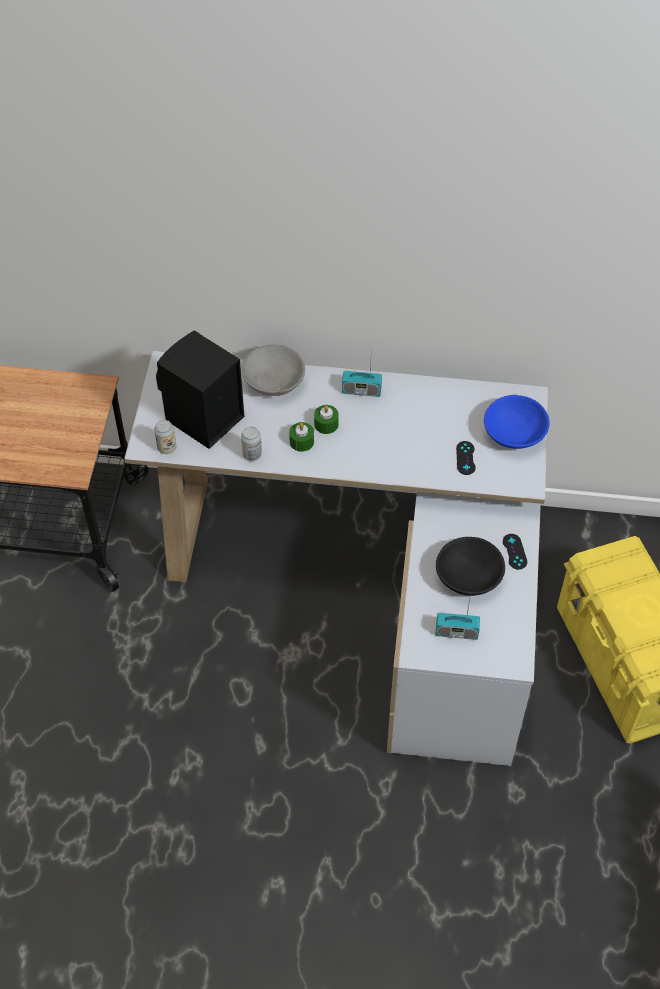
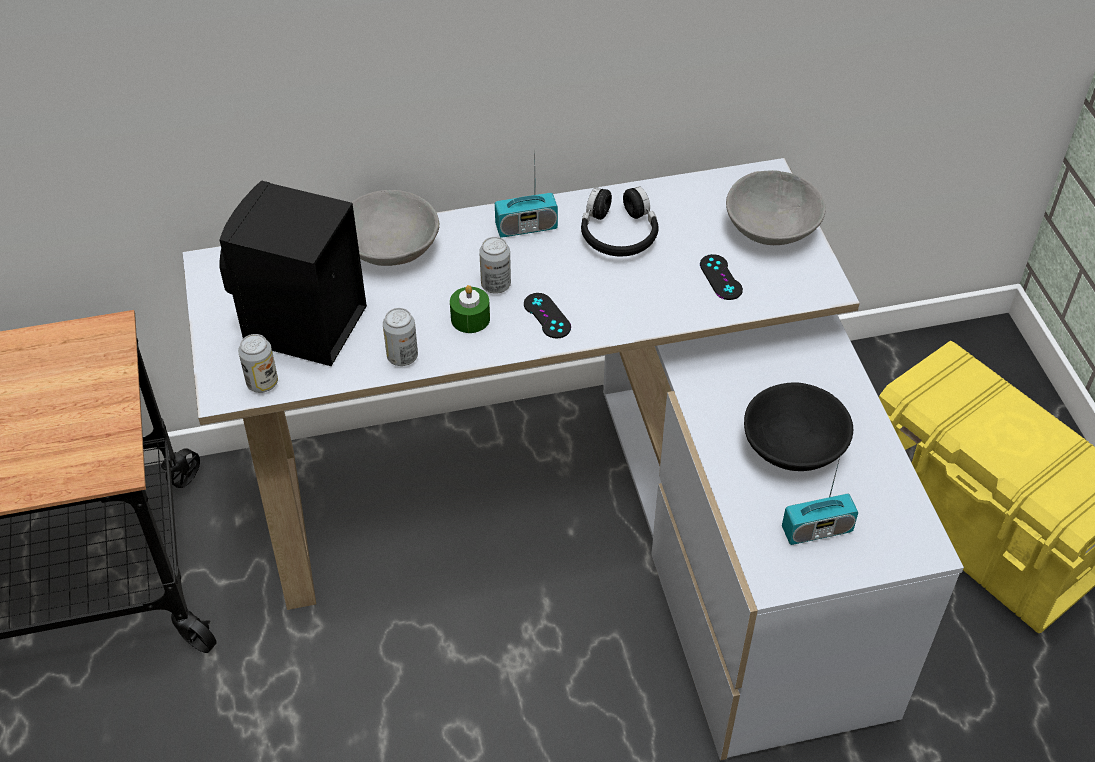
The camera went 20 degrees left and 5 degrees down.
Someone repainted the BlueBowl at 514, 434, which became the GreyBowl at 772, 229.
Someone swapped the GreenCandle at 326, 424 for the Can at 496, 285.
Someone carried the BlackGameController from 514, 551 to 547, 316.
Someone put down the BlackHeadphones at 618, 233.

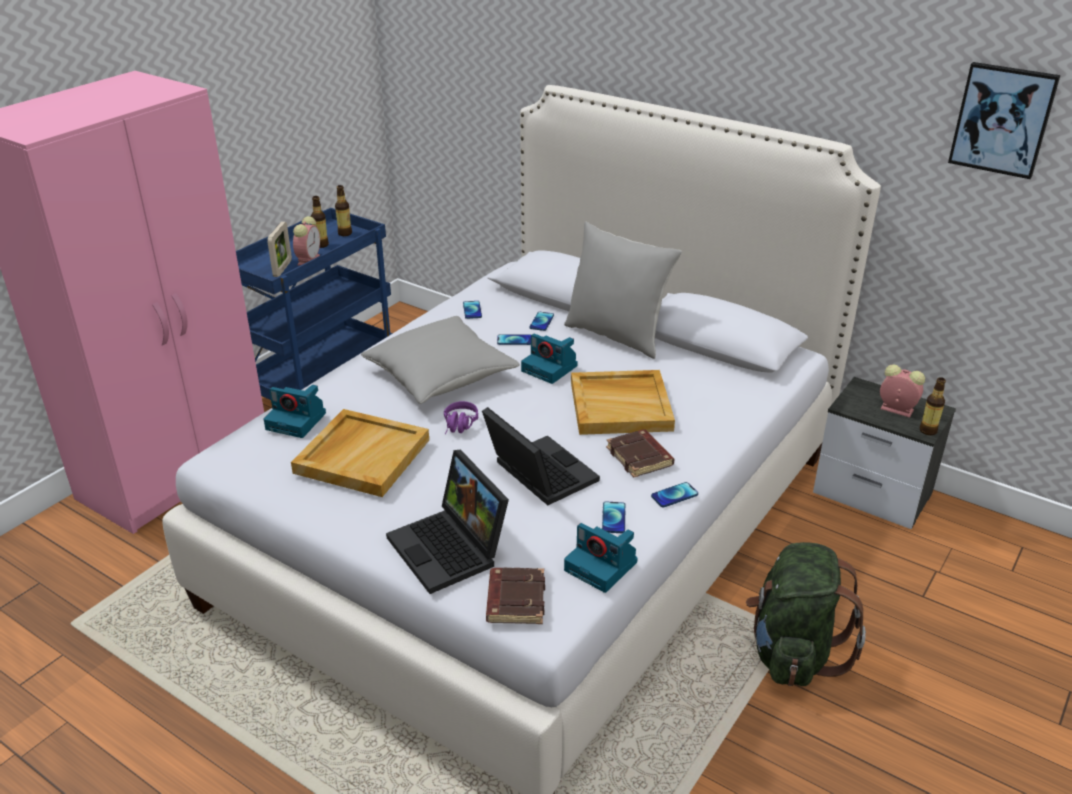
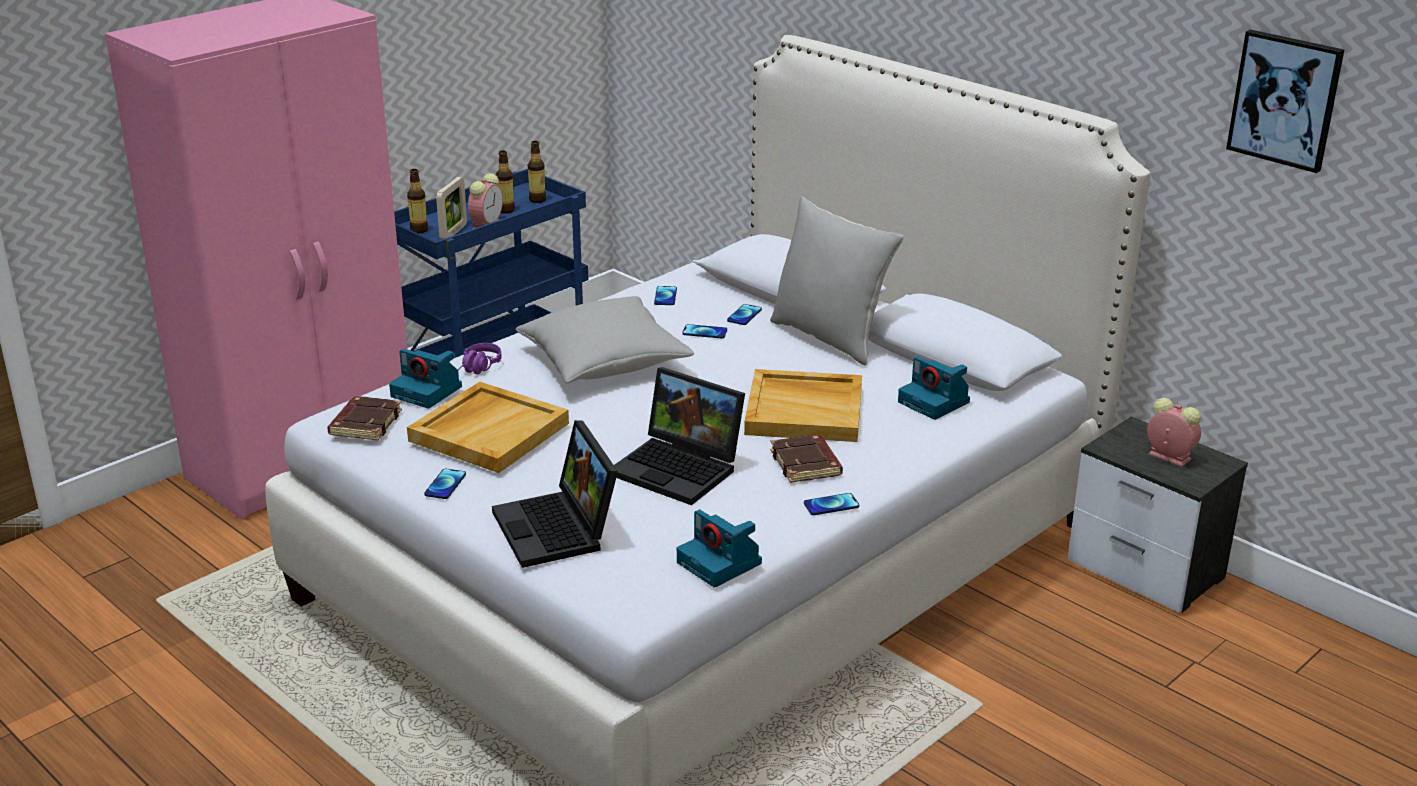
The camera went 10 degrees right and 5 degrees down.
Someone carried the PhotoCamera from 550, 368 to 935, 402.
Someone carried the Bottle from 928, 430 to 419, 230.
Someone carried the PurpleHeadphones from 459, 427 to 478, 368.
Someone rotated the Laptop at 537, 474 by 150 degrees clockwise.
Someone carried the Phone from 613, 518 to 445, 485.
Someone took away the GreenBackpack at 792, 653.
Someone carried the BrownBook from 514, 600 to 365, 423.

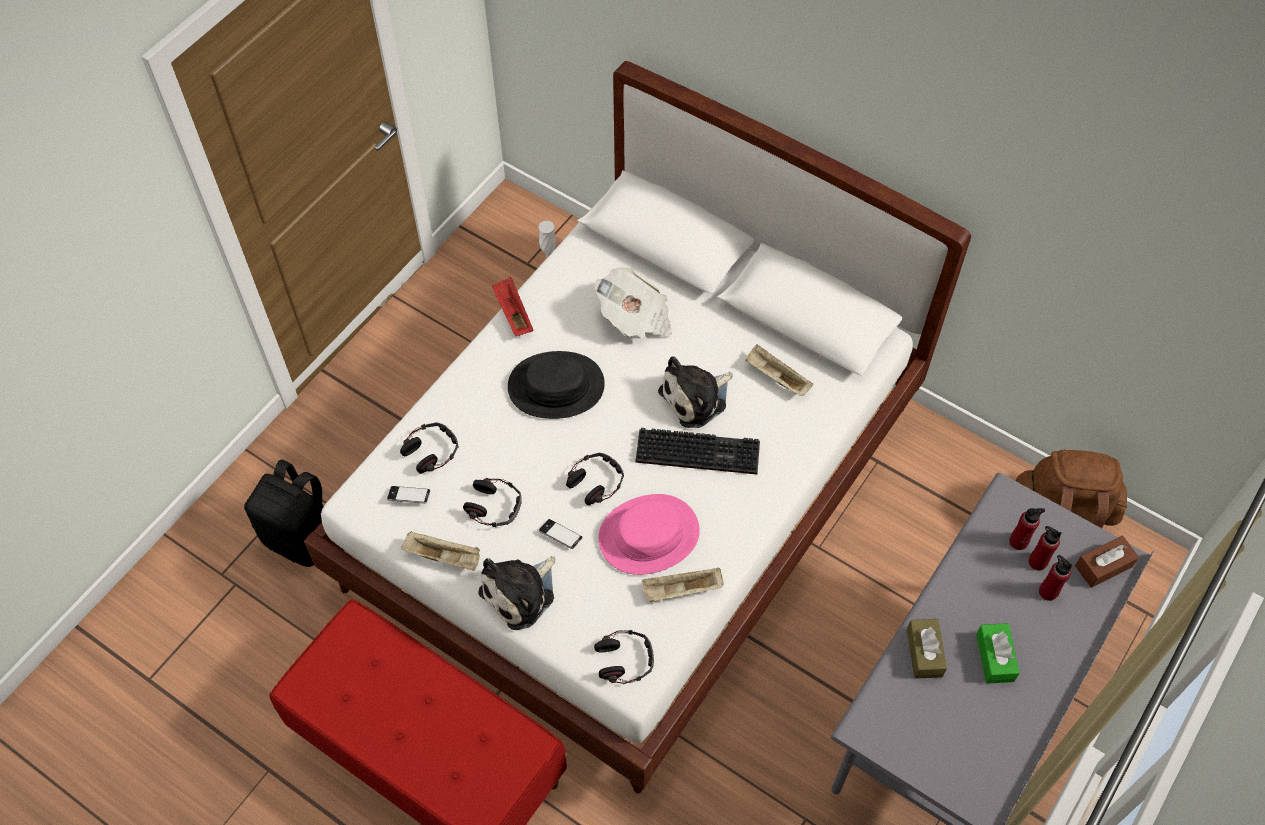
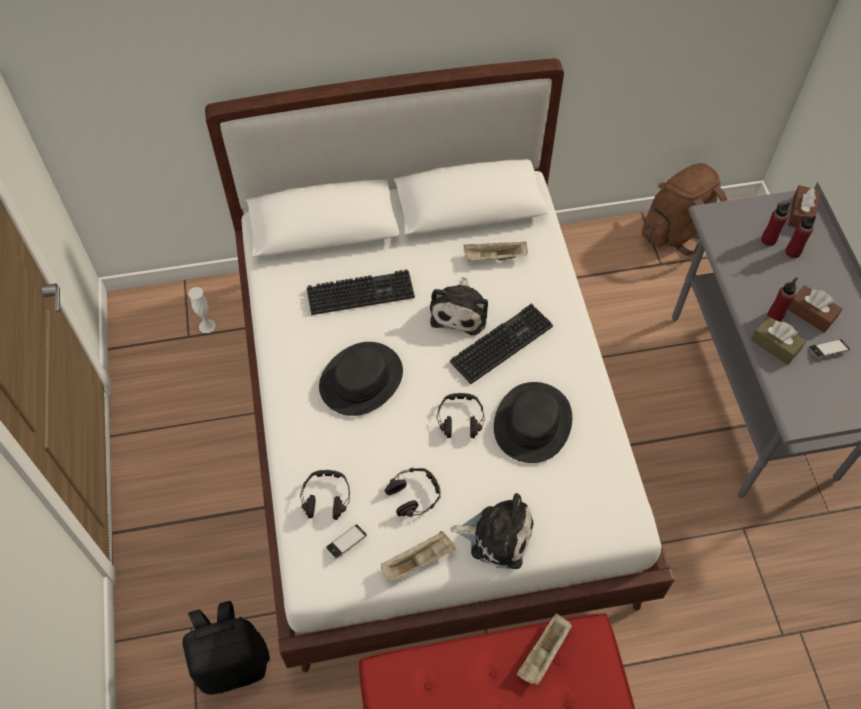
The camera went 45 degrees left and 0 degrees up.
Someone swapped the Newspaper at 635, 318 for the Keyboard at 362, 292.
Someone took away the RedTray at 513, 313.
Someone repainted the PinkHat at 648, 535, which became the BlackHat at 532, 423.
Someone carried the RedBottle from 1018, 541 to 775, 316.
Someone carried the Phone from 560, 535 to 828, 350.
Someone rotated the PlushToy at 521, 593 by 75 degrees counterclockwise.
Someone carried the BeigeTray from 681, 590 to 544, 654.
Someone repainted the GreenTissueBox at 995, 657, which became the BrownTissueBox at 811, 314.
Someone took away the Headphones at 624, 659.

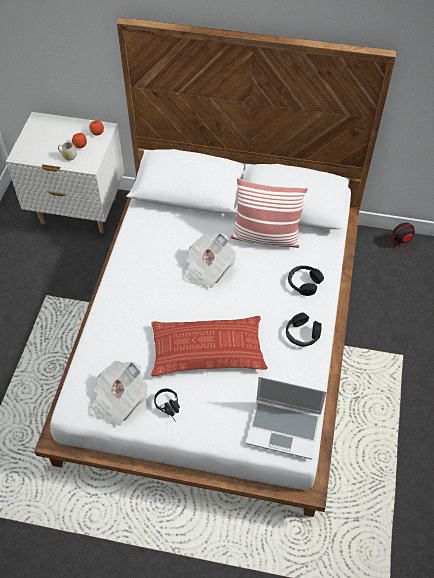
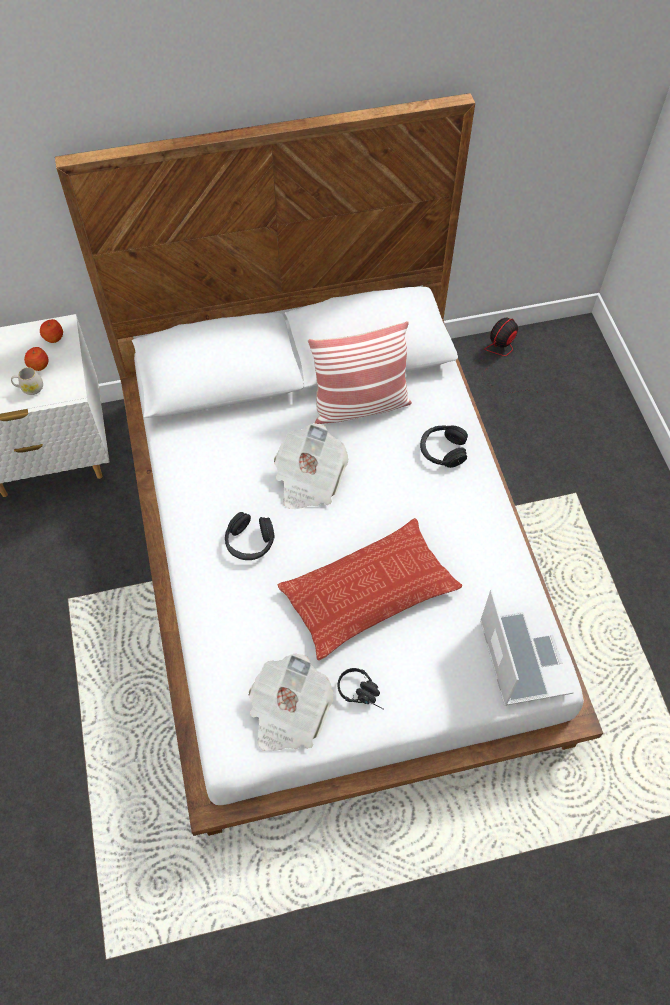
The camera went 25 degrees left and 5 degrees up.
Someone carried the BlackHeadphones from 302, 334 to 249, 542.
Someone rotated the Laptop at 284, 428 by 90 degrees counterclockwise.

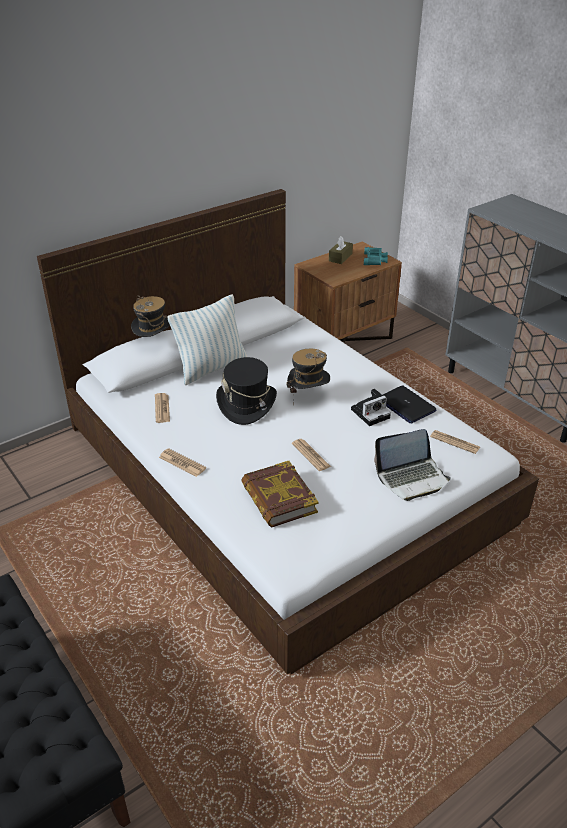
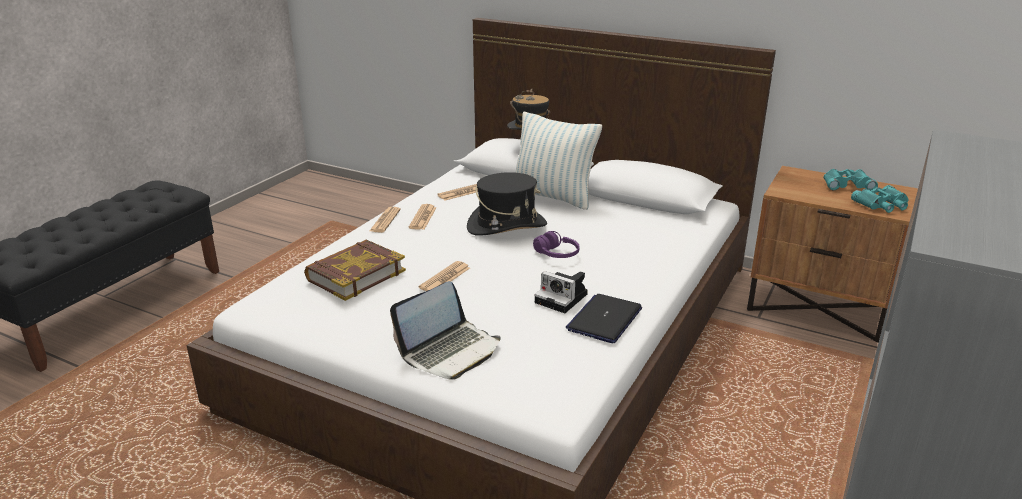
The camera went 65 degrees right and 10 degrees down.
Someone swapped the BrownTissueBox at 340, 257 for the TurquoiseBinoculars at 846, 184.
Someone swapped the Hat at 308, 396 for the PurpleHeadphones at 556, 254.
Someone rotated the Laptop at 412, 478 by 90 degrees counterclockwise.
Someone carried the Newspaper from 455, 442 to 423, 218.

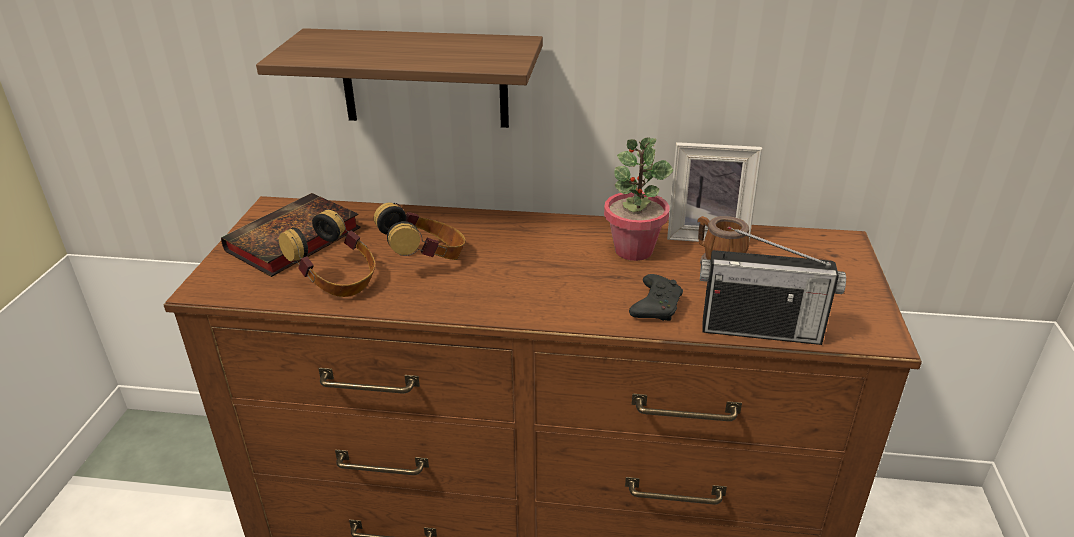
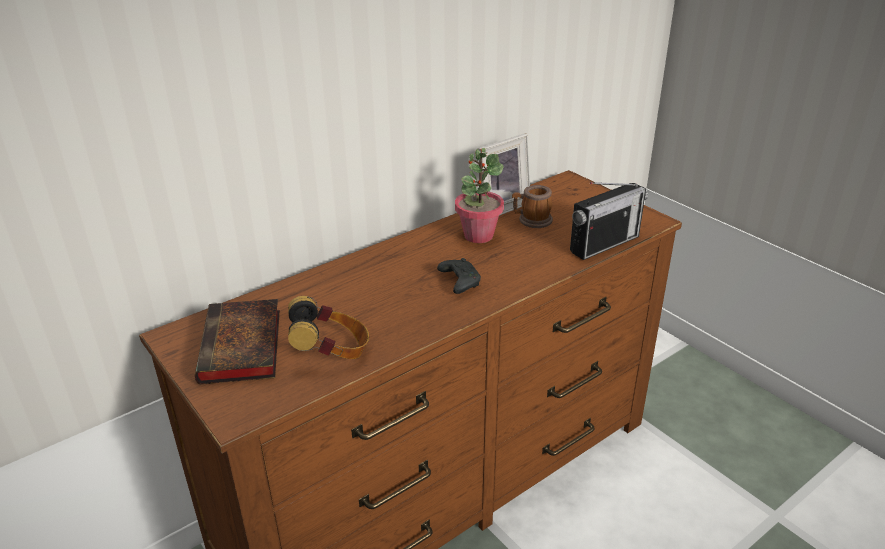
The camera went 45 degrees left and 0 degrees up.
Someone took away the Shelf at 424, 78.
Someone took away the Headphones at 426, 260.
Someone carried the BlackGameController from 656, 306 to 459, 281.

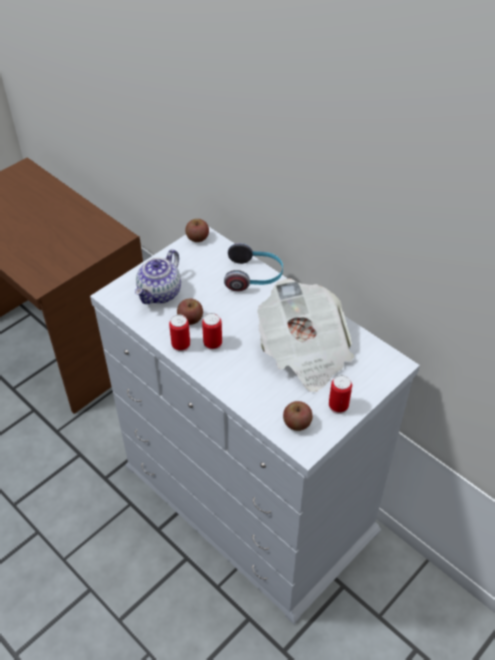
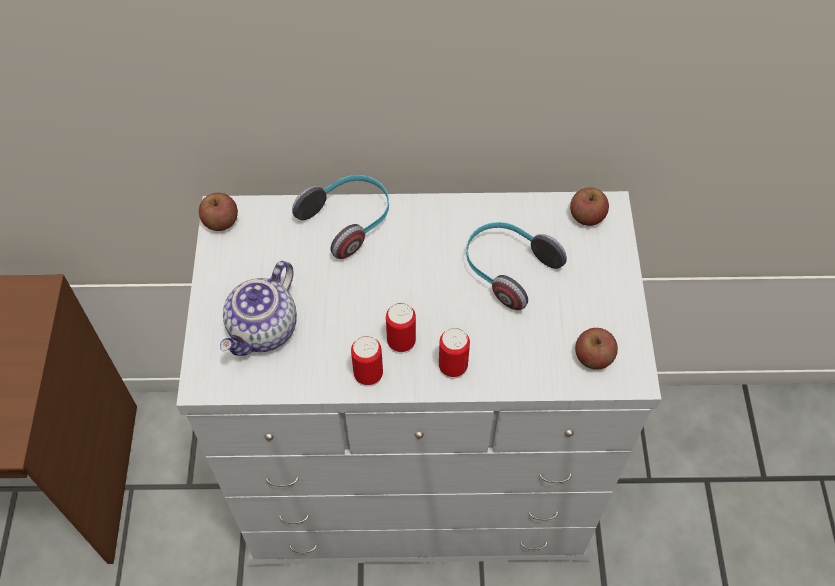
The camera went 45 degrees left and 10 degrees up.
Someone rotated the Teapot at 160, 293 by 45 degrees clockwise.
Someone swapped the Newspaper at 304, 352 for the Headphones at 507, 269.
Someone carried the Apple from 190, 319 to 587, 216.
Someone carried the Can from 338, 406 to 453, 366.

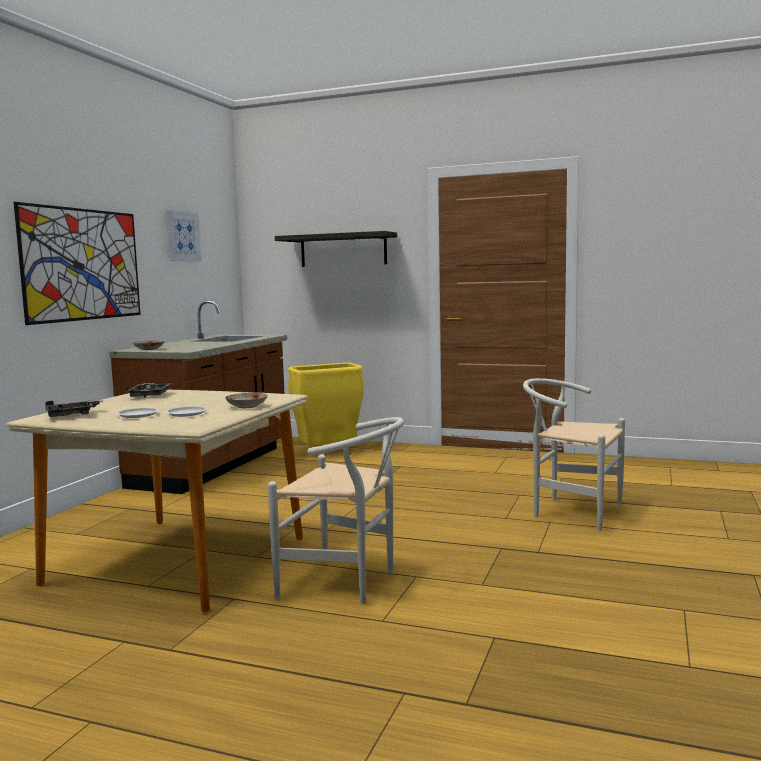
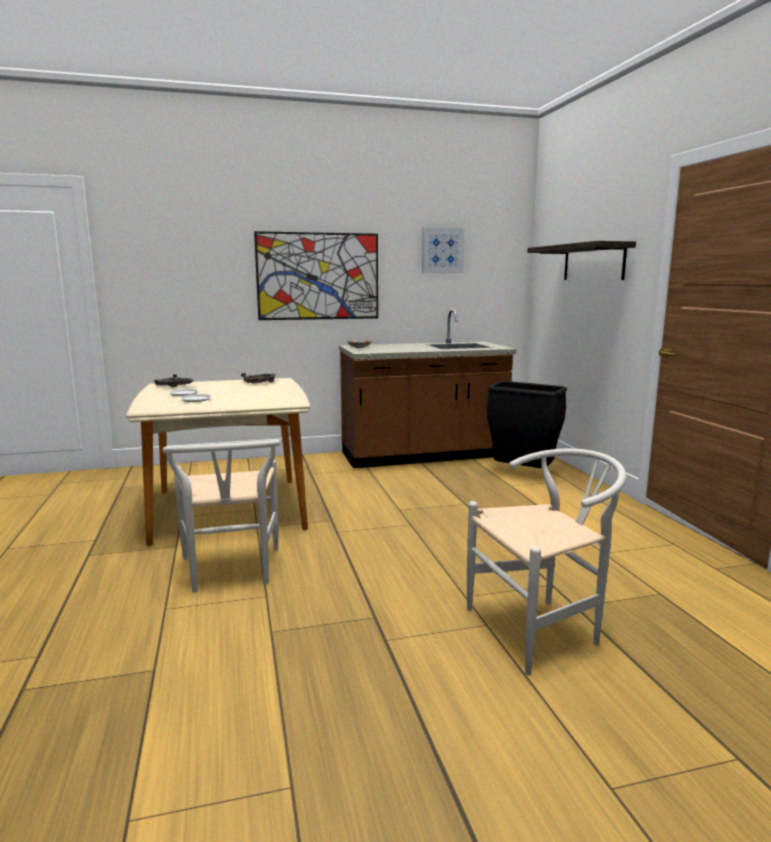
The camera went 55 degrees right and 5 degrees up.
Someone repainted the YellowTrashCan at 328, 454, which became the BlackTrashCan at 522, 475.
Someone rotated the WhiteChair at 570, 511 by 75 degrees clockwise.
Someone took away the Plate at 246, 406.

